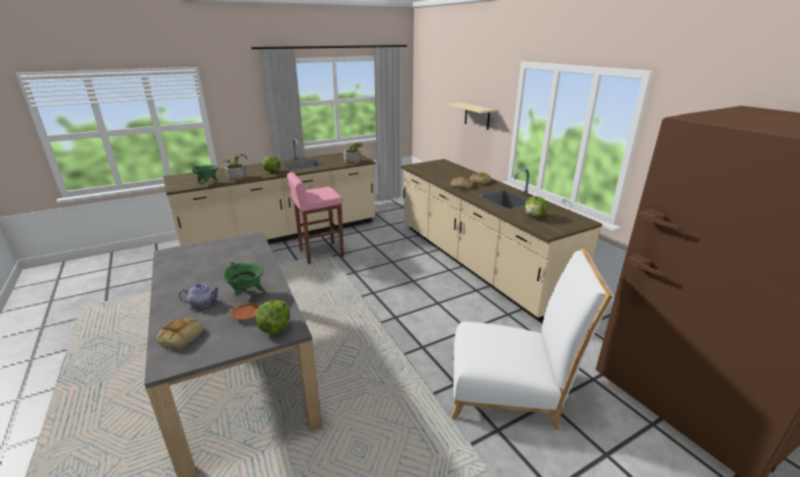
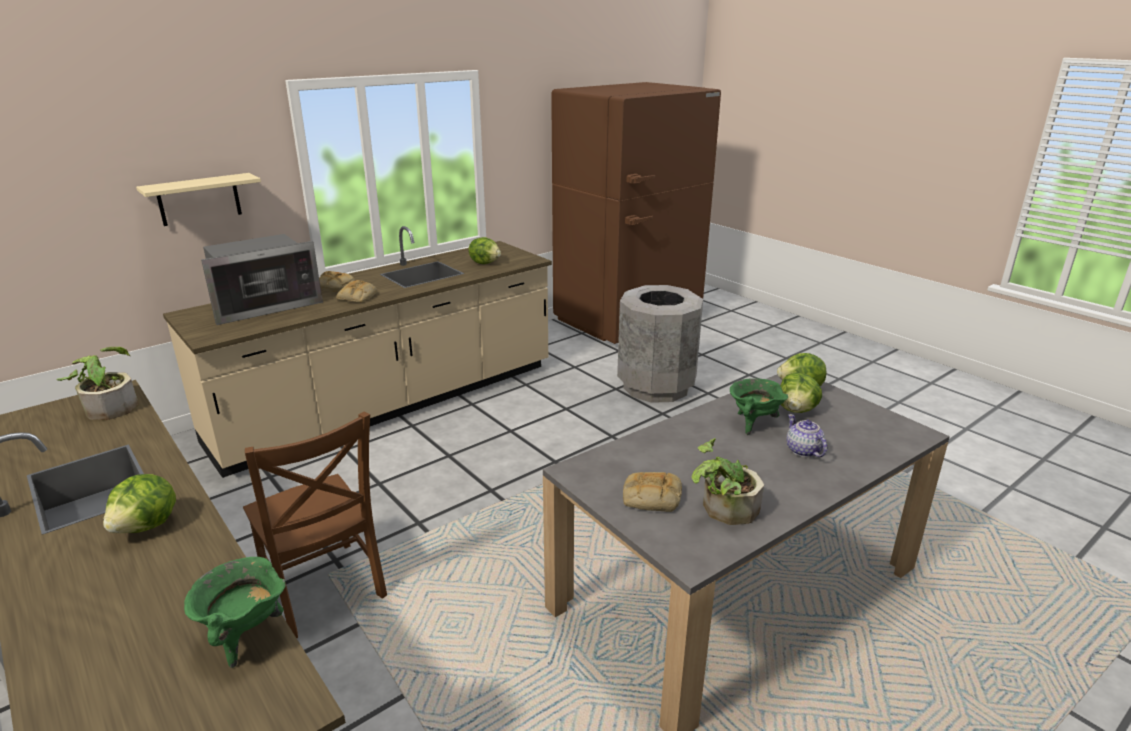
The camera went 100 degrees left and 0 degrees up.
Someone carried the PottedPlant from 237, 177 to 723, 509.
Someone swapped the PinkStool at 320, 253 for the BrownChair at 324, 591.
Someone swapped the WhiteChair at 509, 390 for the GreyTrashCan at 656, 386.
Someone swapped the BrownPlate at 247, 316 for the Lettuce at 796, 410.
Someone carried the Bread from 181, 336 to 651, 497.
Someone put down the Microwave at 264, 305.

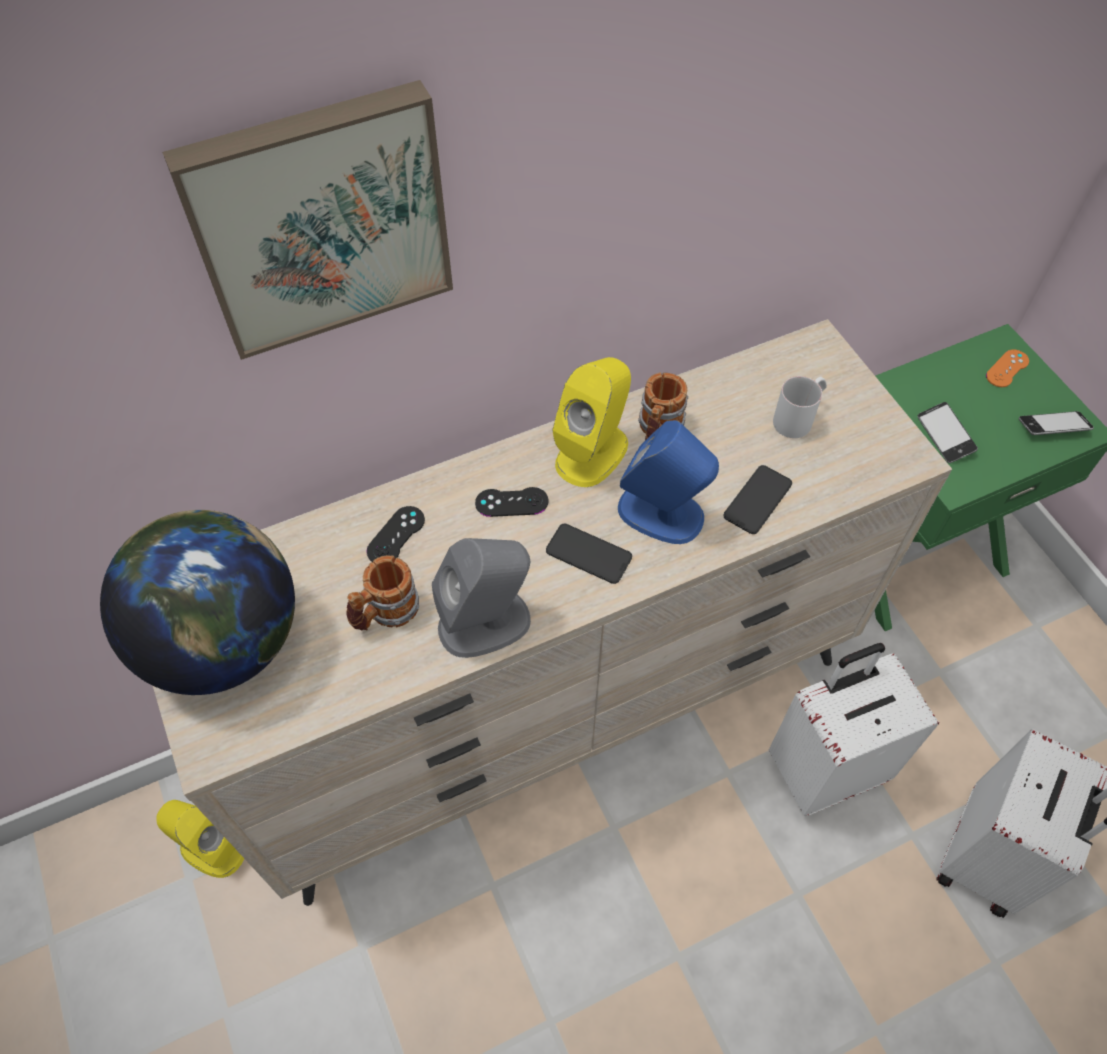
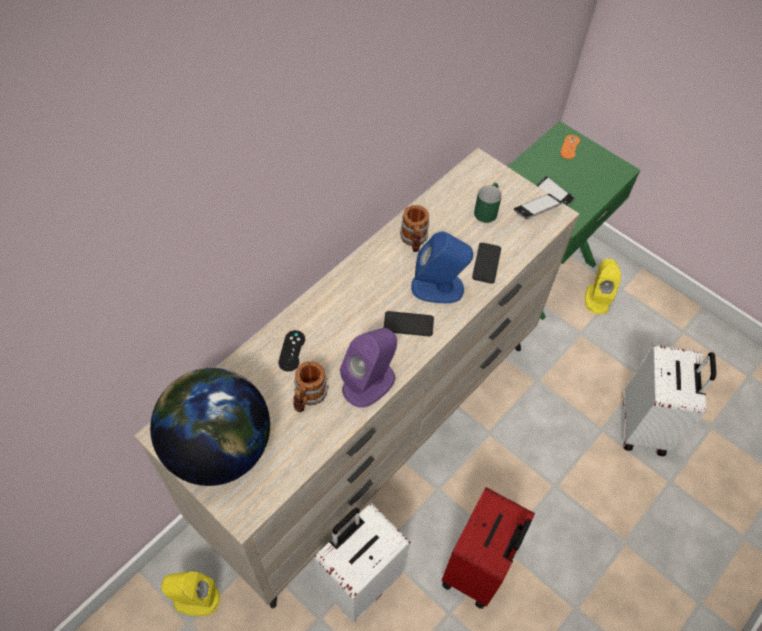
The camera went 25 degrees left and 0 degrees up.
Someone took away the Picture at 319, 219.
Someone carried the YellowSpeaker from 592, 452 to 597, 298.
Someone repainted the WhiteMug at 798, 417, which became the GreenMug at 487, 209.
Someone carried the Phone from 1053, 427 to 536, 209.
Someone took away the BlackGameController at 511, 502.
Someone repainted the GreySpeaker at 485, 623, which became the PurpleSpeaker at 369, 383.
Someone carried the WhiteSuitcase from 825, 768 to 360, 578.
Someone put down the RedSuitcase at 478, 568.

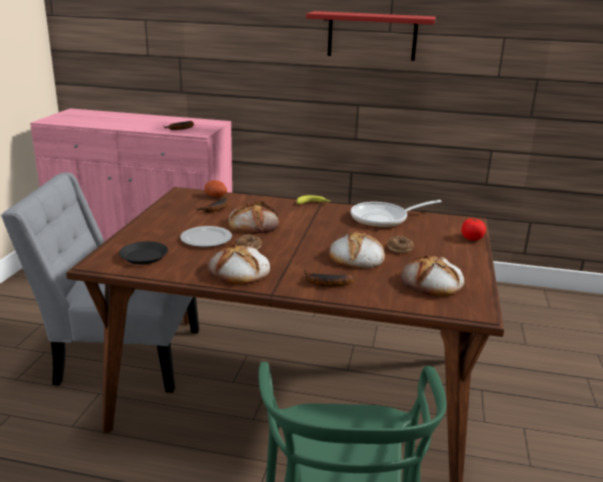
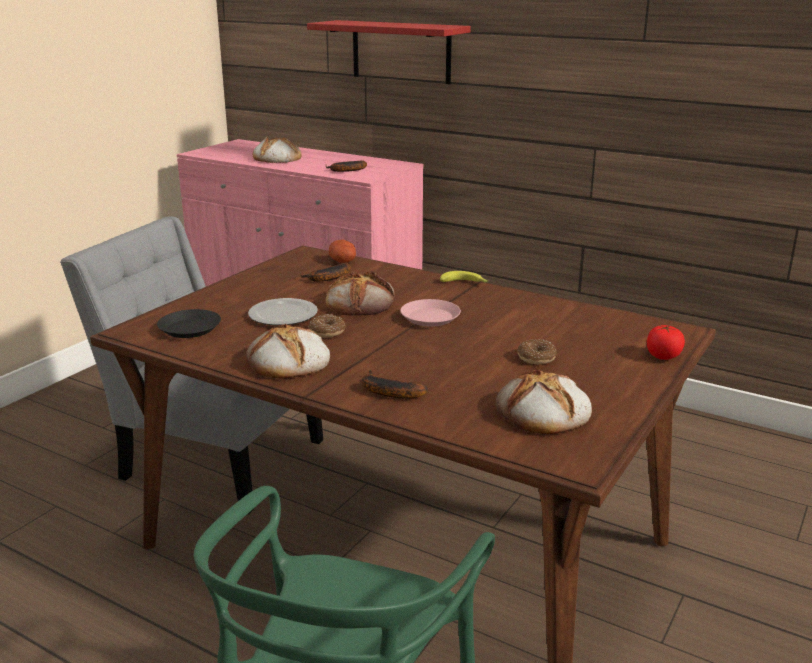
The camera went 20 degrees right and 0 degrees up.
Someone carried the RedShelf from 372, 36 to 401, 51.
Someone took away the FryingPan at 383, 219.
Someone carried the Bread from 356, 257 to 276, 158.
Someone put down the PinkPlate at 430, 317.

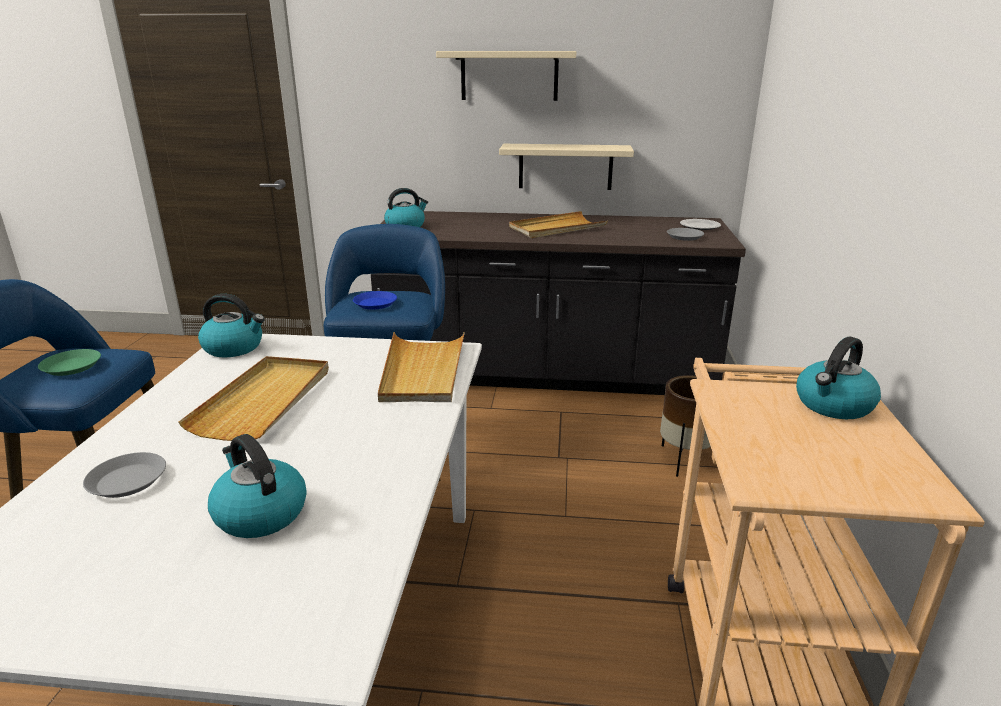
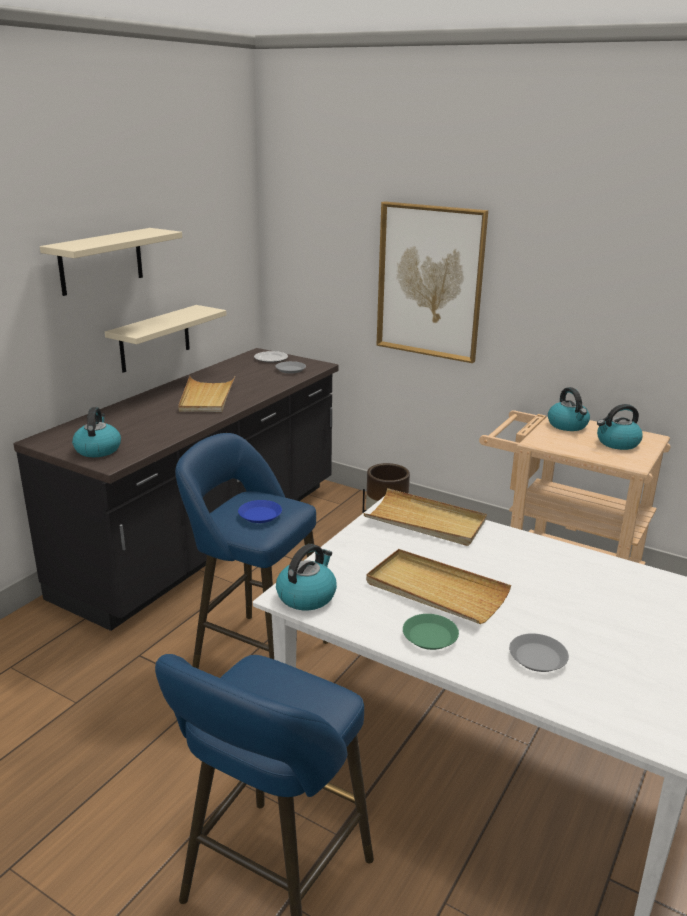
The camera went 65 degrees left and 0 degrees up.
Someone carried the GreenPlate from 72, 366 to 430, 636.
Someone carried the Kettle from 259, 513 to 617, 443.
Someone put up the Picture at 430, 282.

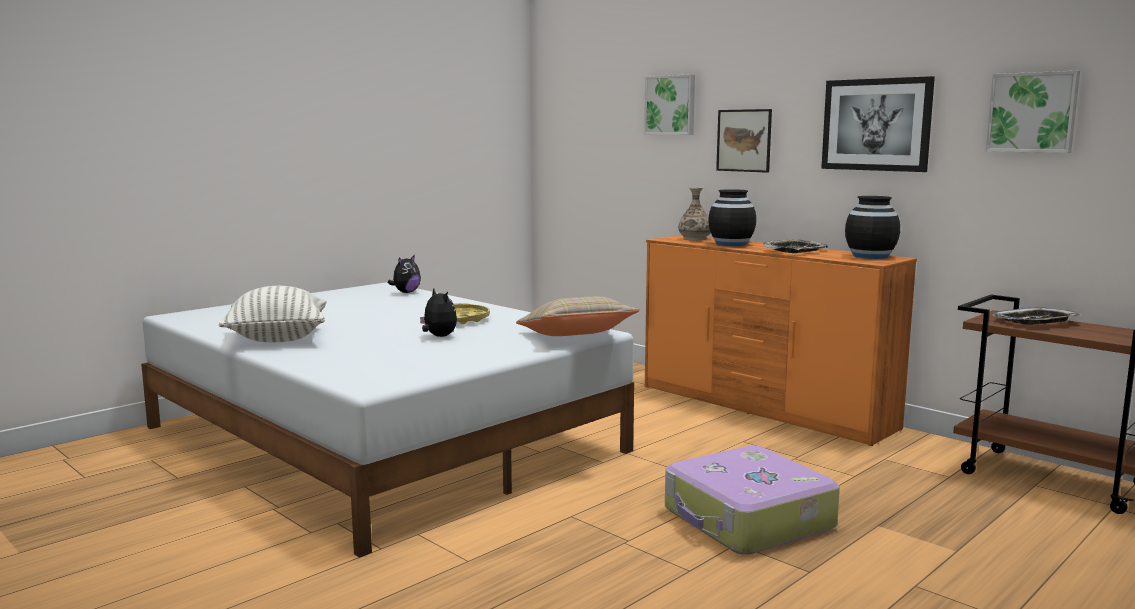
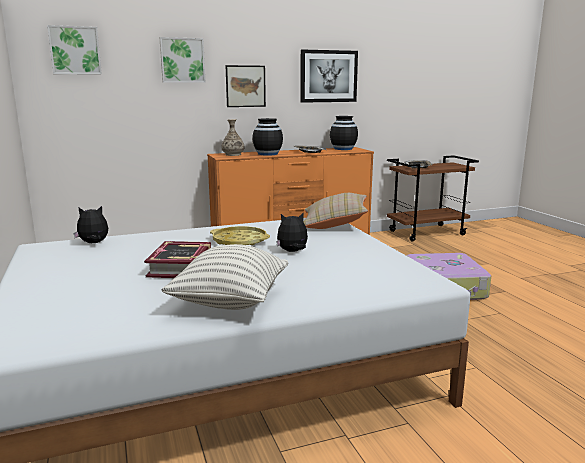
The camera went 65 degrees left and 5 degrees up.
Someone carried the Picture from 1032, 112 to 75, 50.
Someone rotated the PlushToy at 406, 292 by 75 degrees counterclockwise.
Someone put down the Book at 181, 267.

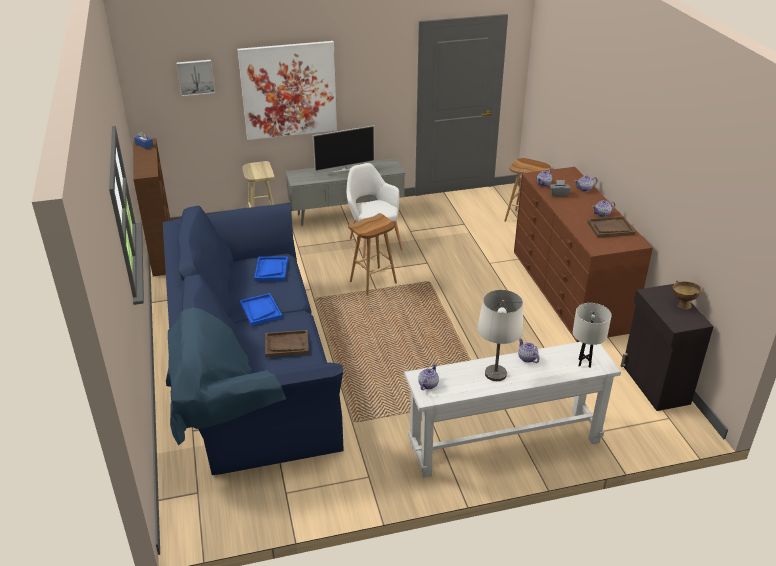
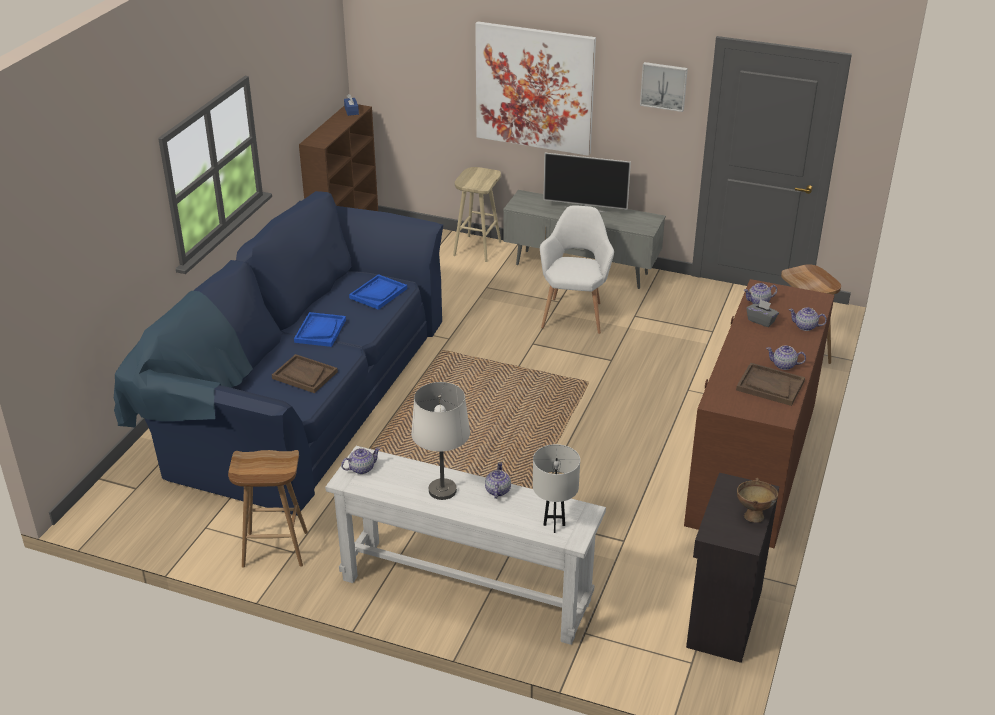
The camera went 35 degrees right and 0 degrees up.
Someone carried the Picture from 195, 77 to 664, 86.
Someone carried the BrownStool from 373, 282 to 274, 549.

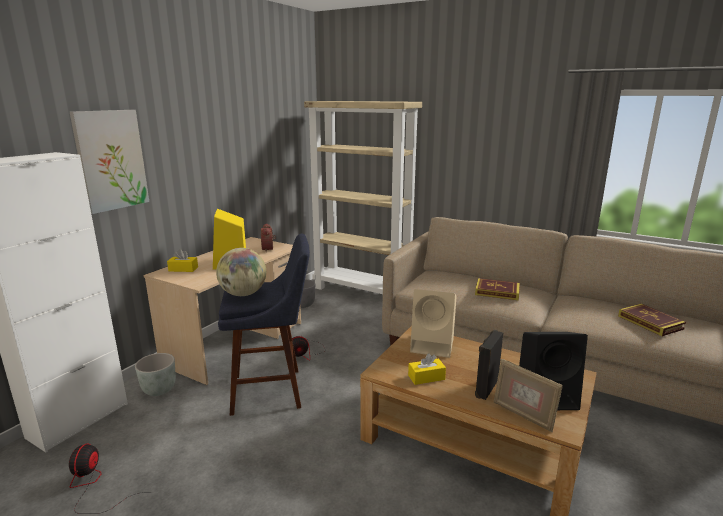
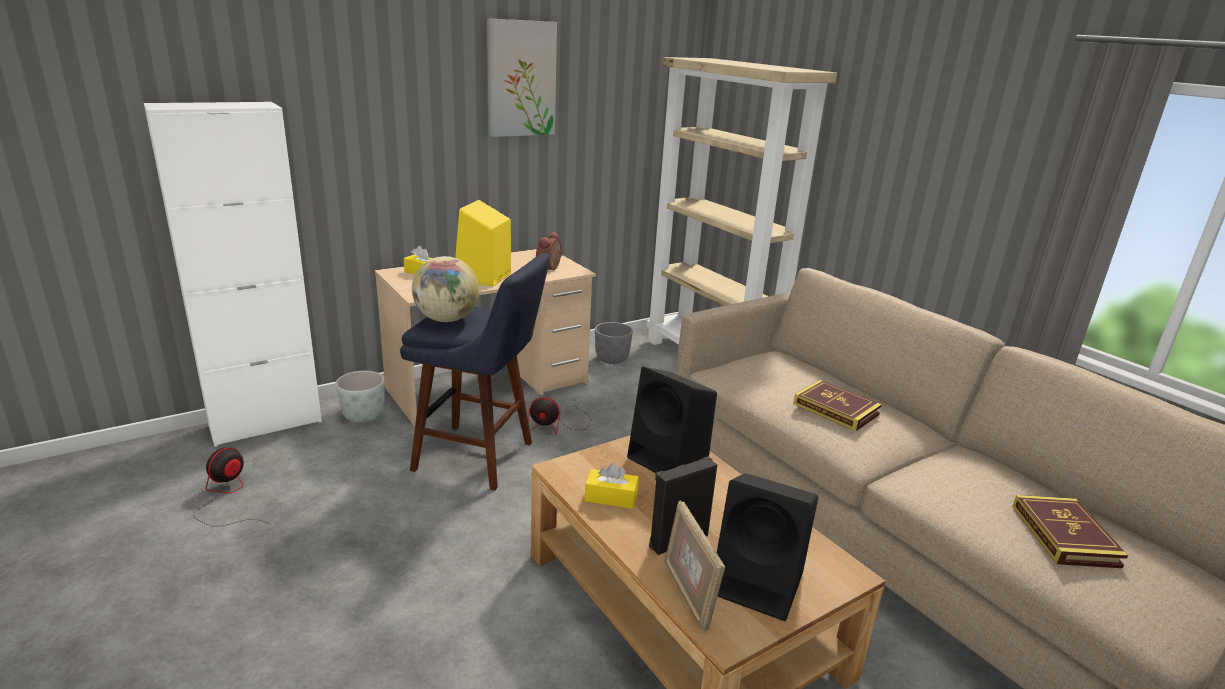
The camera went 25 degrees right and 5 degrees up.
Someone carried the Picture from 111, 160 to 521, 79.
Someone repainted the BeigeSpeaker at 433, 345, which became the BlackSpeaker at 670, 459.

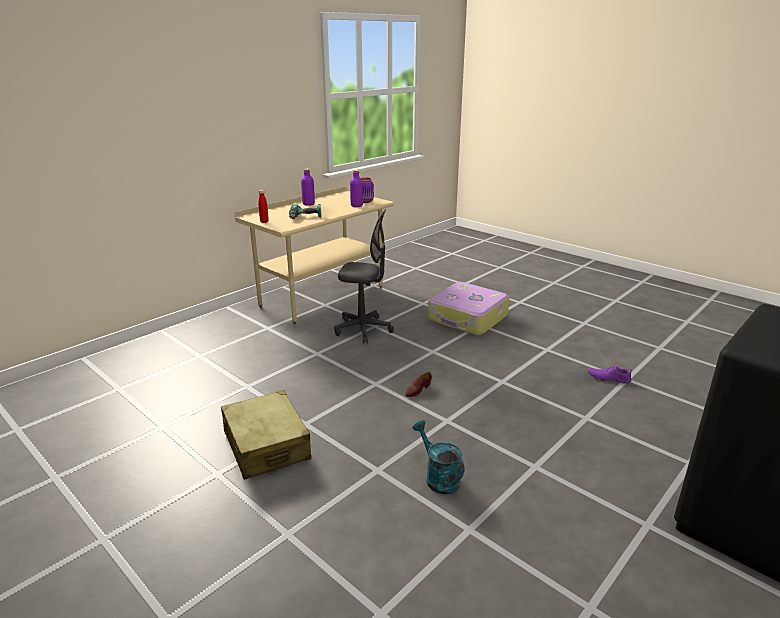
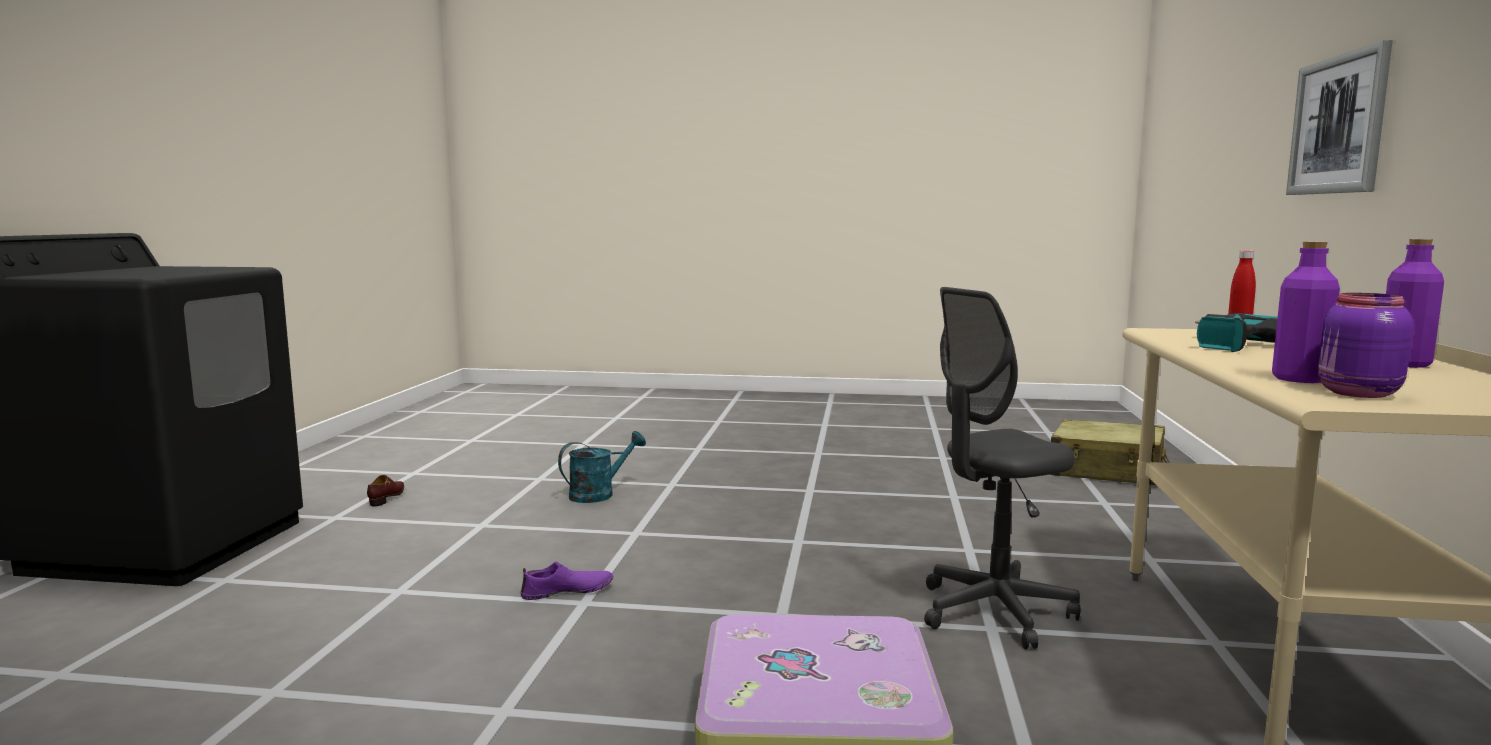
The camera went 145 degrees right and 15 degrees down.
Someone carried the PurpleShoe from 608, 378 to 567, 591.
Someone carried the BrownShoe from 417, 390 to 388, 497.
Someone carried the BeigeSuitcase from 266, 446 to 1107, 471.
Someone rotated the TurquoiseWateringCan at 438, 477 by 60 degrees counterclockwise.
Someone put up the Picture at 1338, 125.

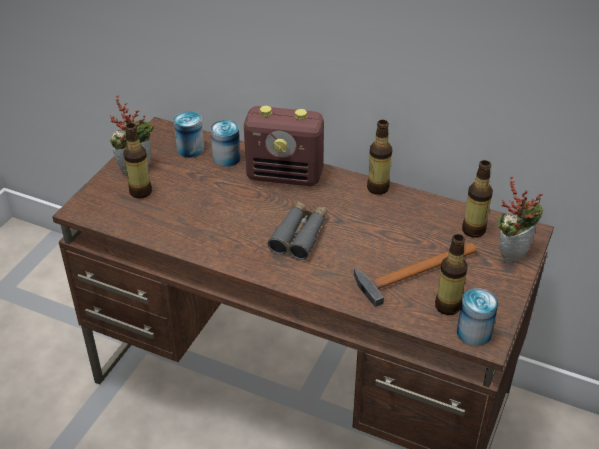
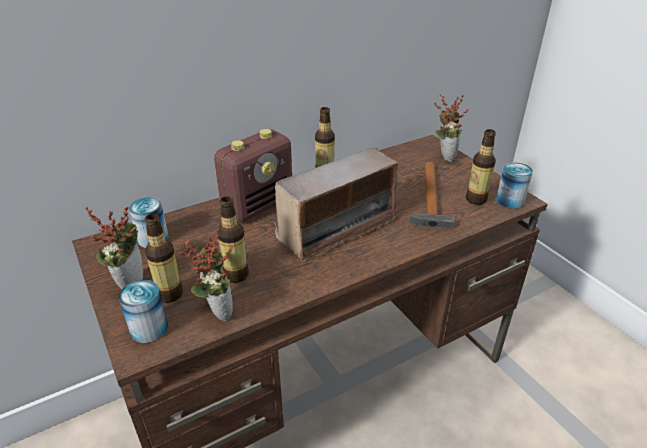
The camera went 55 degrees left and 5 degrees down.
Someone carried the Can from 226, 158 to 149, 328.
Someone carried the Bottle from 473, 230 to 236, 275.
Someone swapped the GreyBinoculars at 299, 235 for the Radio at 338, 228.
Someone put down the PottedPlant at 216, 311.

